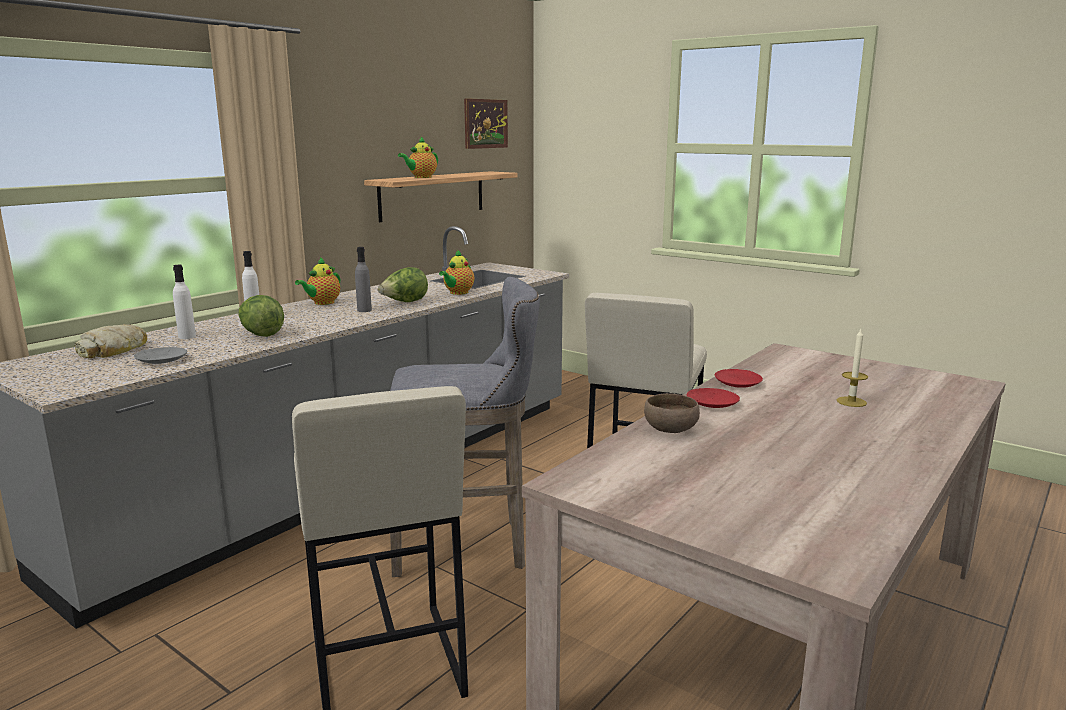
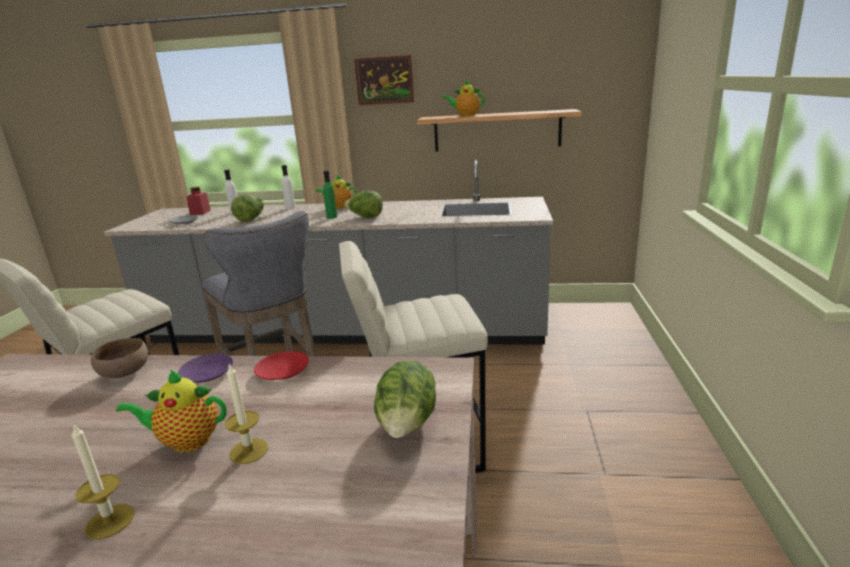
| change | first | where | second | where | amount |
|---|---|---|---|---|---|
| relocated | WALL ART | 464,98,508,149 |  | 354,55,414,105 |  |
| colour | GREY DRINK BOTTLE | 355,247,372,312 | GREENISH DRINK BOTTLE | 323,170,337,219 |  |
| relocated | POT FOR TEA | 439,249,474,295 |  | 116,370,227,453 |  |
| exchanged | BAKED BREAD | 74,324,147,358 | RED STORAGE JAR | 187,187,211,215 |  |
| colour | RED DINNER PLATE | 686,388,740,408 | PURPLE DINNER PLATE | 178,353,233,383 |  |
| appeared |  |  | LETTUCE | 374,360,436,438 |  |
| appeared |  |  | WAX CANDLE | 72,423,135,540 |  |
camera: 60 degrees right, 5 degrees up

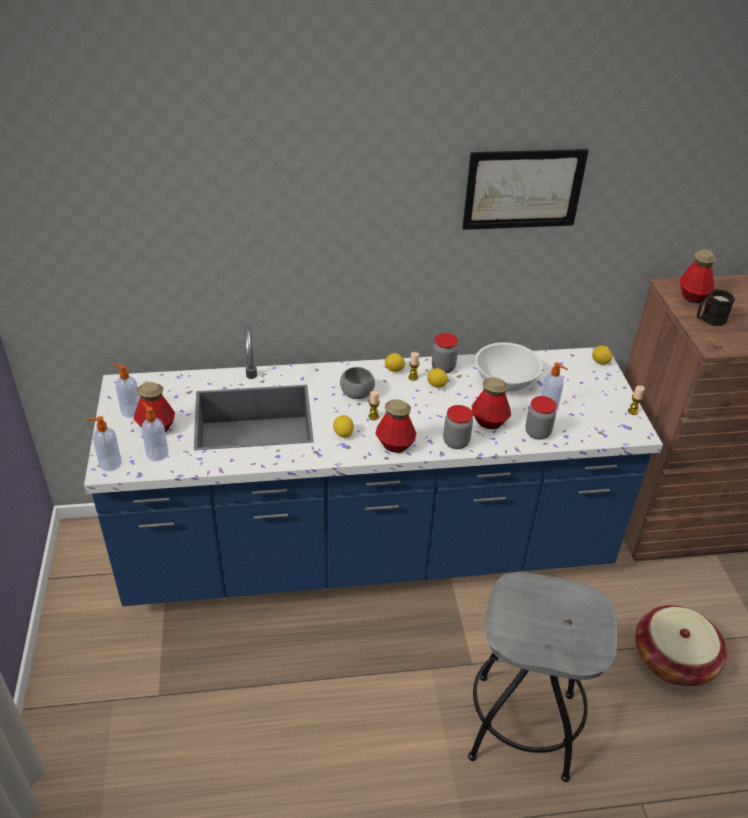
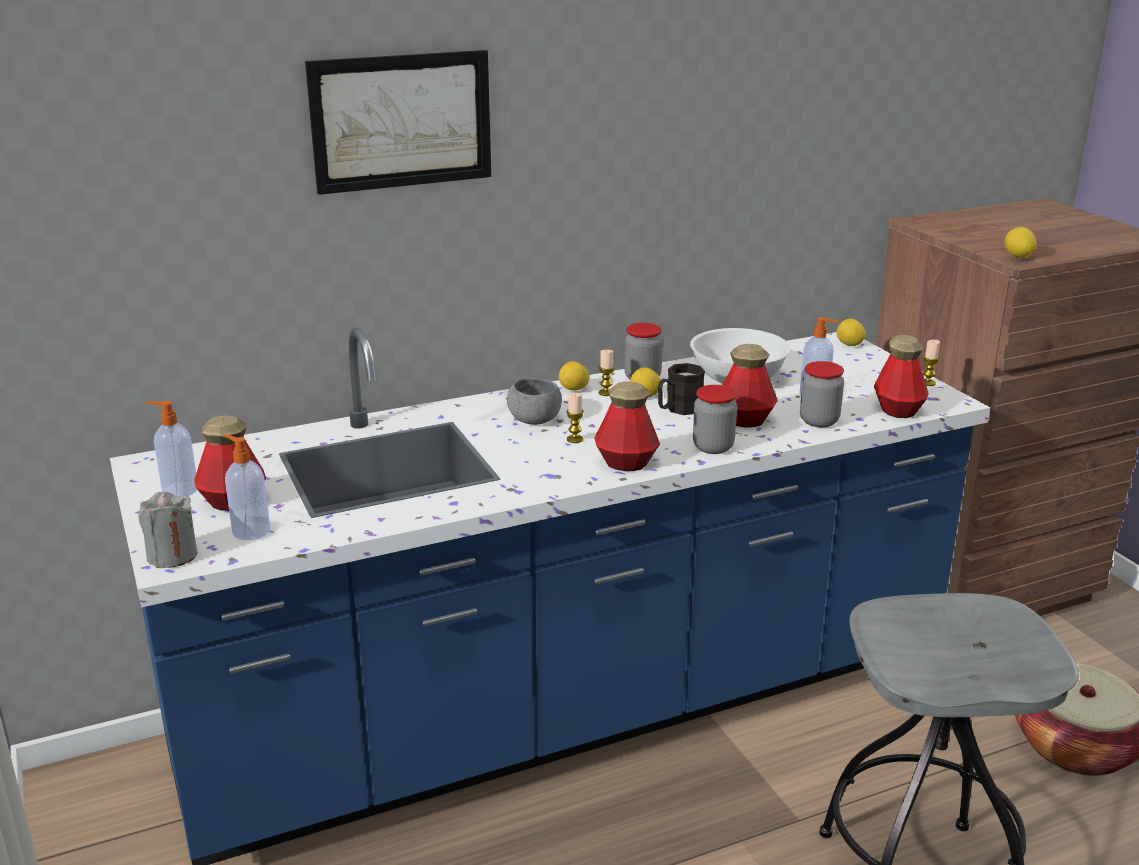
| change | first | where | second | where | amount |
|---|---|---|---|---|---|
| relocated | WALL ART | 463,149,589,230 |  | 305,50,491,195 |  |
| relocated | DRINK BOTTLE | 680,249,716,303 |  | 874,335,929,418 |  |
| relocated | BLACK TEA MUG | 697,289,735,326 |  | 658,363,705,415 |  |
| relocated | CITRUS FRUIT | 333,415,354,438 |  | 1004,227,1037,258 |  |
| exchanged | SOAP BOTTLE | 86,416,122,471 | GREY WAX CANDLE | 139,492,197,568 |  |
camera: 15 degrees left, 15 degrees down

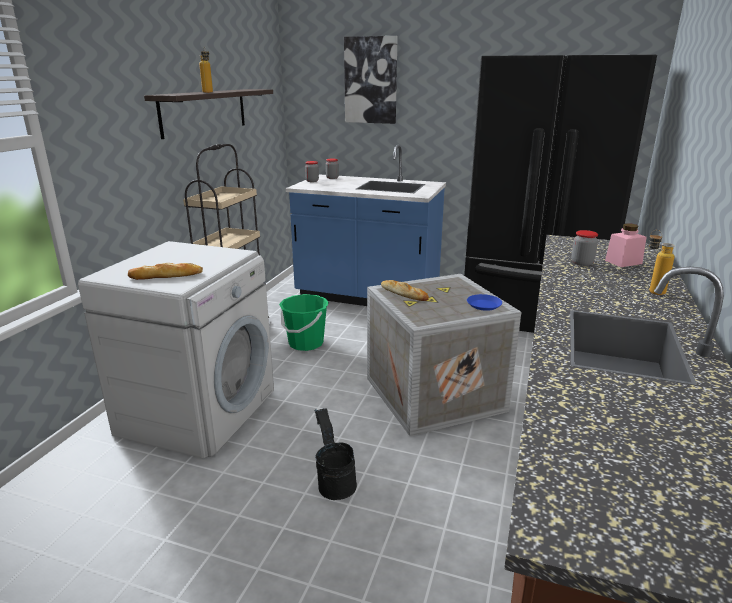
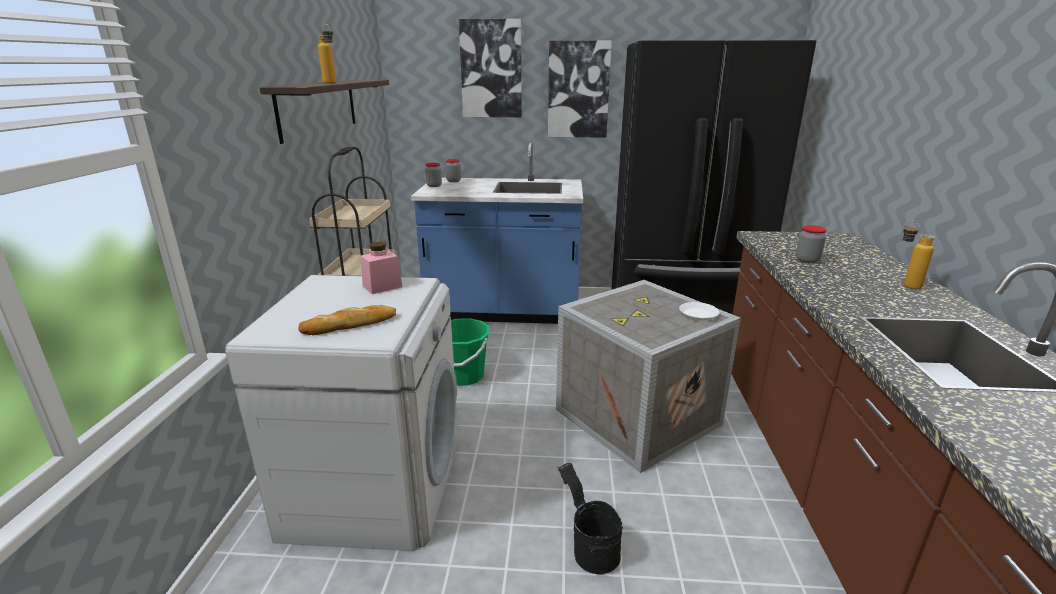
| change | first | where | second | where | amount |
|---|---|---|---|---|---|
| relocated | PINK-COLOURED STORAGE JAR | 605,223,646,267 |  | 360,242,402,294 |  |
| missing | BAKED BREAD | 381,280,429,301 |  |  |  |
| colour | BLUISH DINNER PLATE | 467,294,502,311 | WHITISH DINNER PLATE | 679,302,719,321 |  |
| appeared |  |  | WALL ART | 548,41,612,138 |  |
camera: 15 degrees left, 0 degrees up

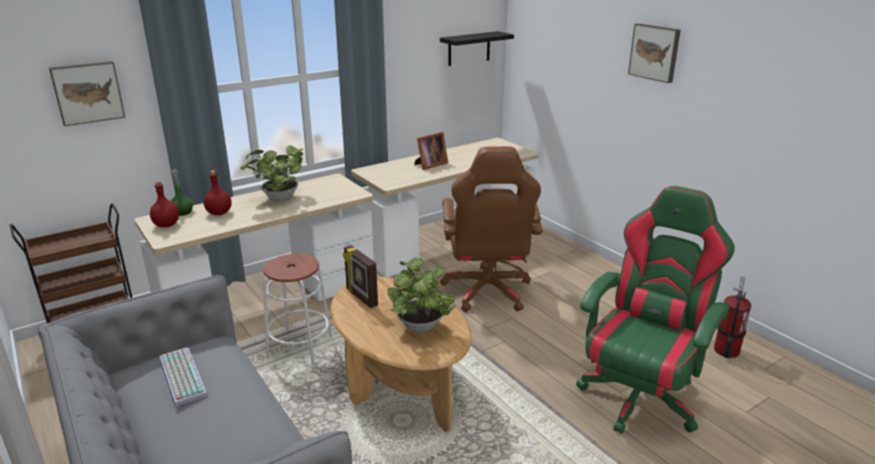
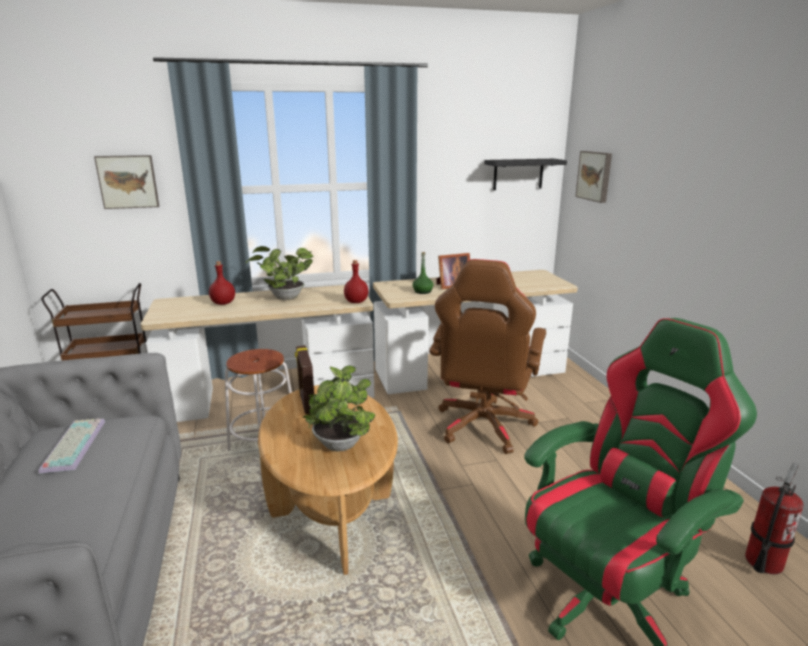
| change | first | where | second | where | amount |
|---|---|---|---|---|---|
| relocated | WALL ART | 628,23,681,83 |  | 575,151,612,203 |  |
| relocated | GREENISH DRINK BOTTLE | 170,169,193,216 |  | 412,252,434,294 |  |
| relocated | RED DRINK BOTTLE | 150,181,179,227 |  | 344,260,368,303 |  |
camera: 20 degrees right, 5 degrees down

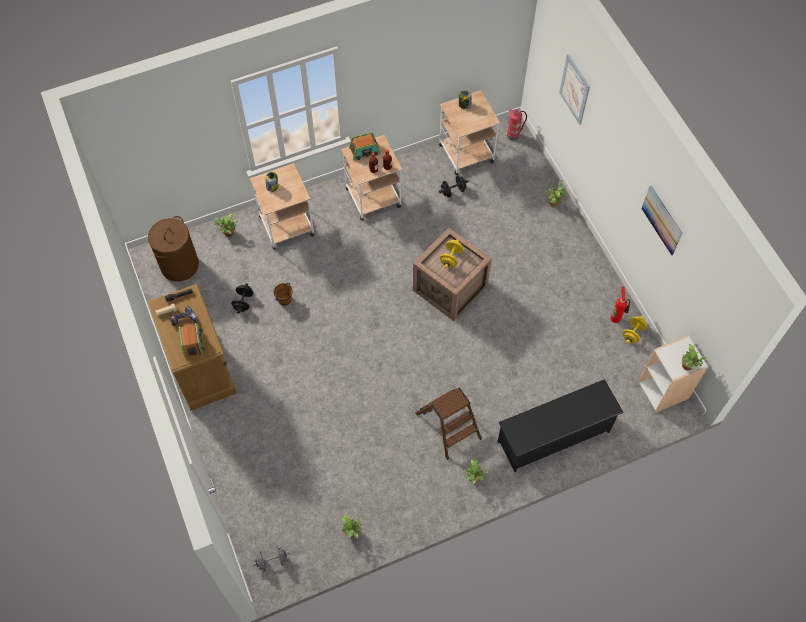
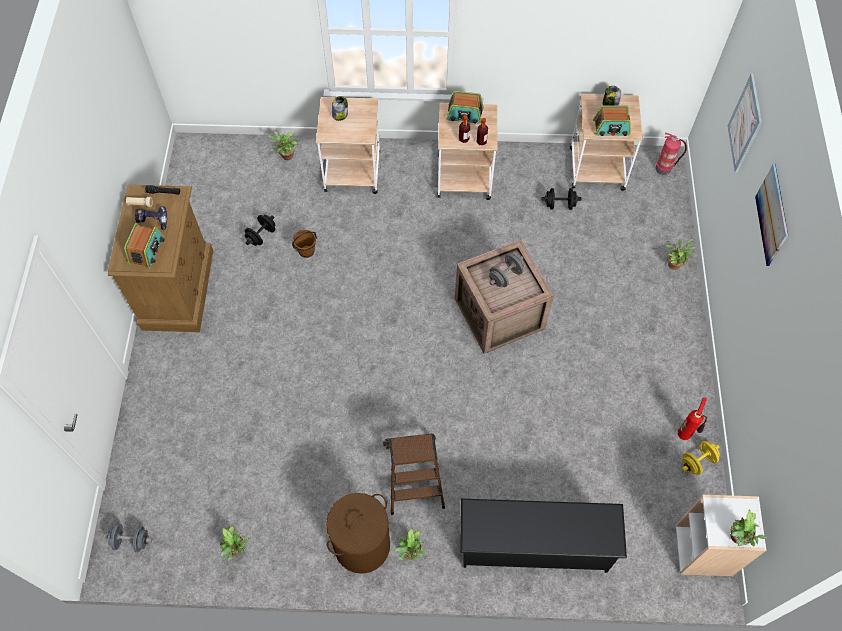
| change | first | where | second | where | amount |
|---|---|---|---|---|---|
| relocated | WALL ART | 641,186,682,256 |  | 755,164,788,266 |  |
| relocated | BROWN HAMPER | 148,216,199,282 |  | 326,493,390,574 |  |
| colour | YELLOW-COLOURED HAND WEIGHT | 440,239,464,268 | GREY HAND WEIGHT | 489,254,524,287 |  |
| appeared |  |  | RADIO | 593,105,631,136 |  |
camera: 25 degrees right, 0 degrees up

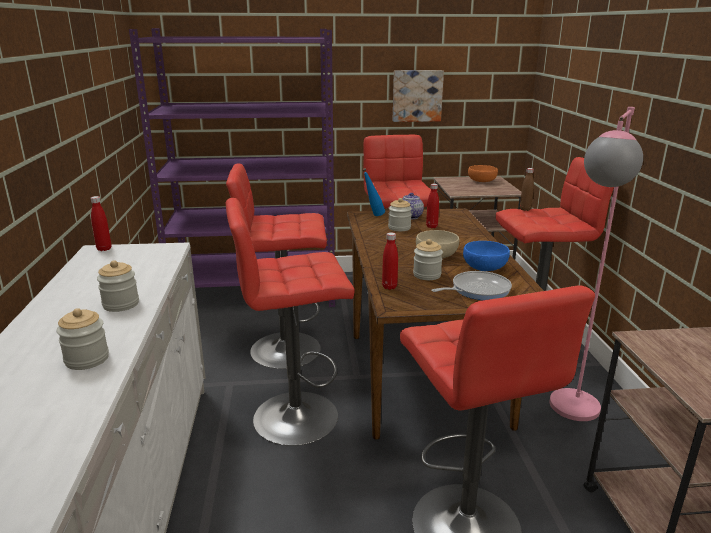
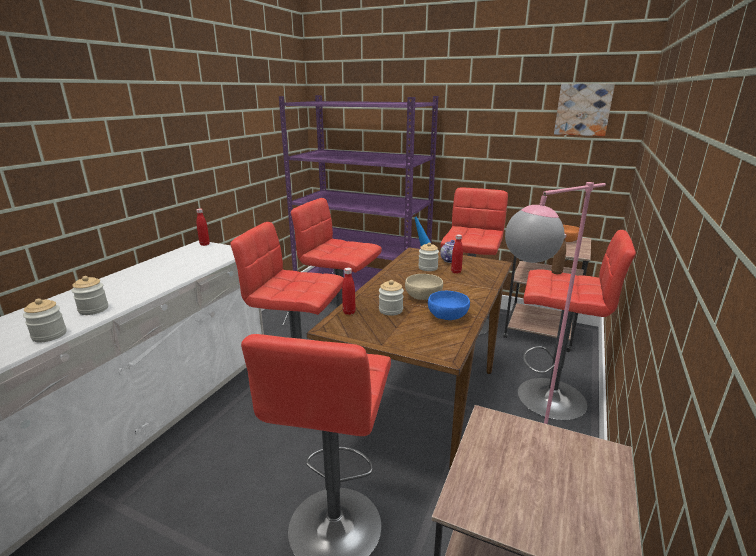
| change | first | where | second | where | amount |
|---|---|---|---|---|---|
| relocated | WALL ART | 393,70,444,122 |  | 554,84,615,136 |  |
| relocated | STORAGE JAR | 97,260,139,312 |  | 23,298,67,342 |  |
| missing | SKILLET | 431,271,512,300 |  |  |  |
camera: 30 degrees right, 0 degrees up

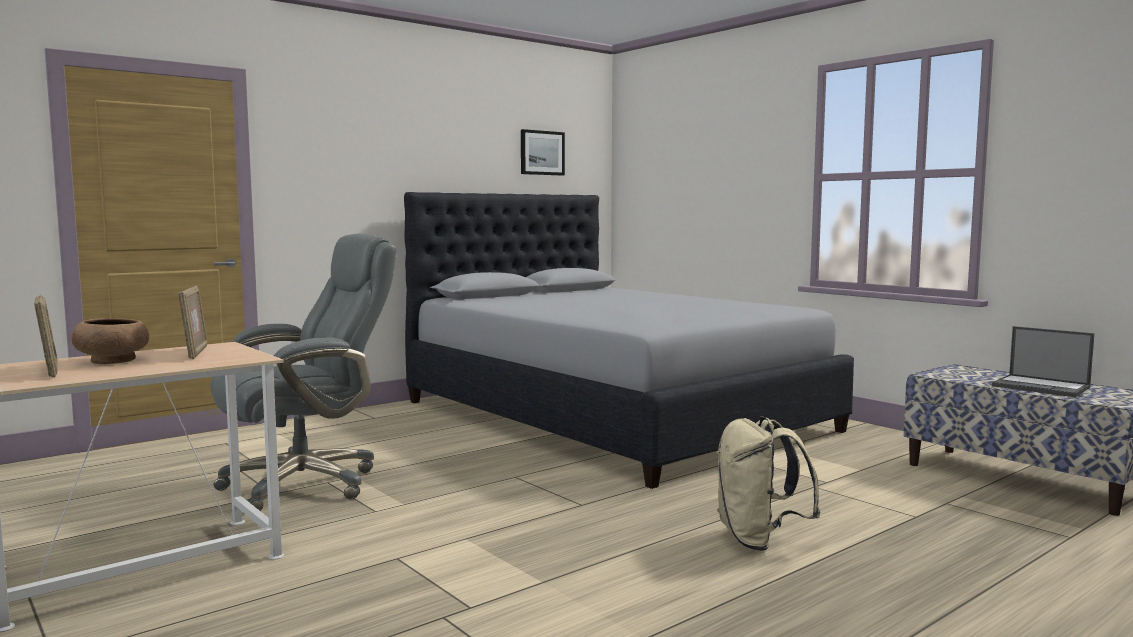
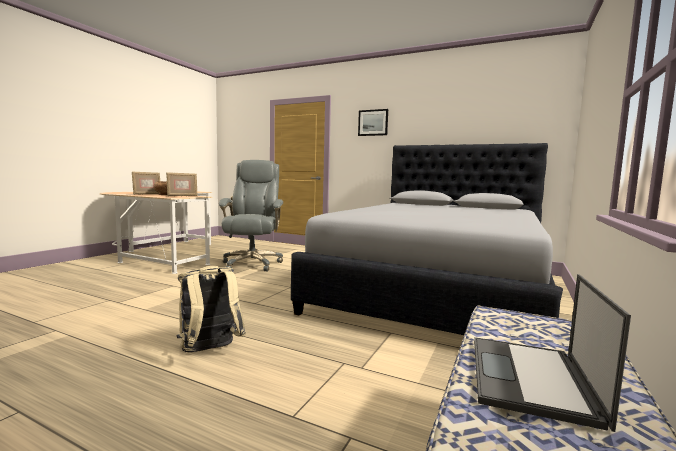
| change | first | where | second | where | amount |
|---|---|---|---|---|---|
| relocated | WALL ART | 521,129,565,176 |  | 358,109,388,136 |  |
| spun | GREY OFFICE CHAIR | 210,233,396,511 |  | 219,160,283,272 | 120 degrees counterclockwise |
camera: 65 degrees right, 0 degrees up

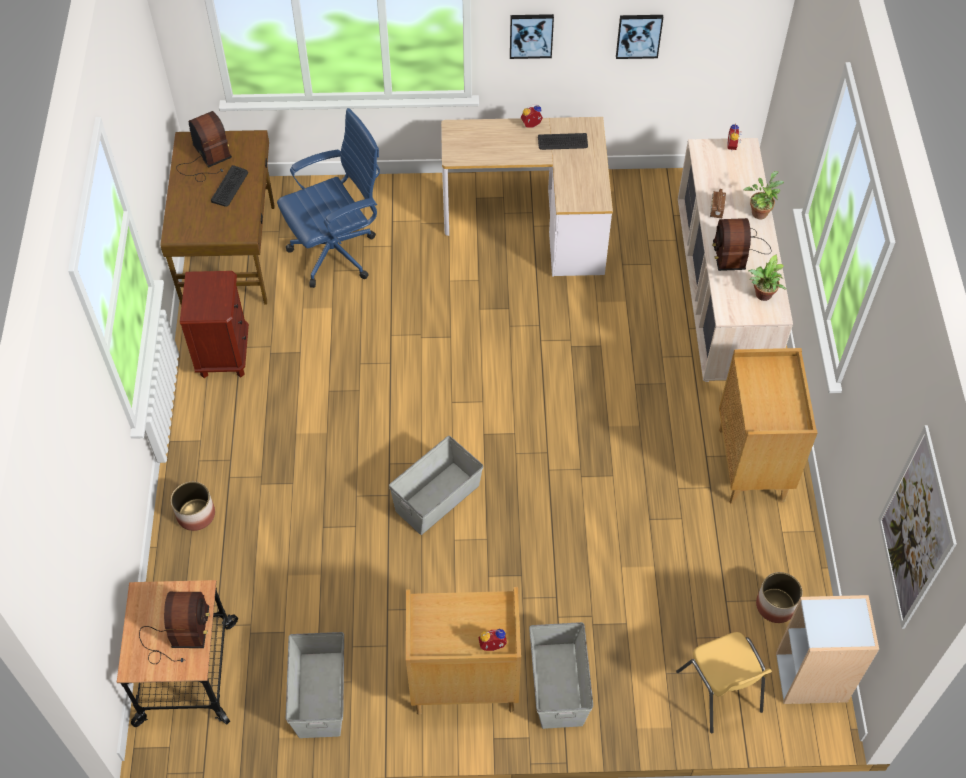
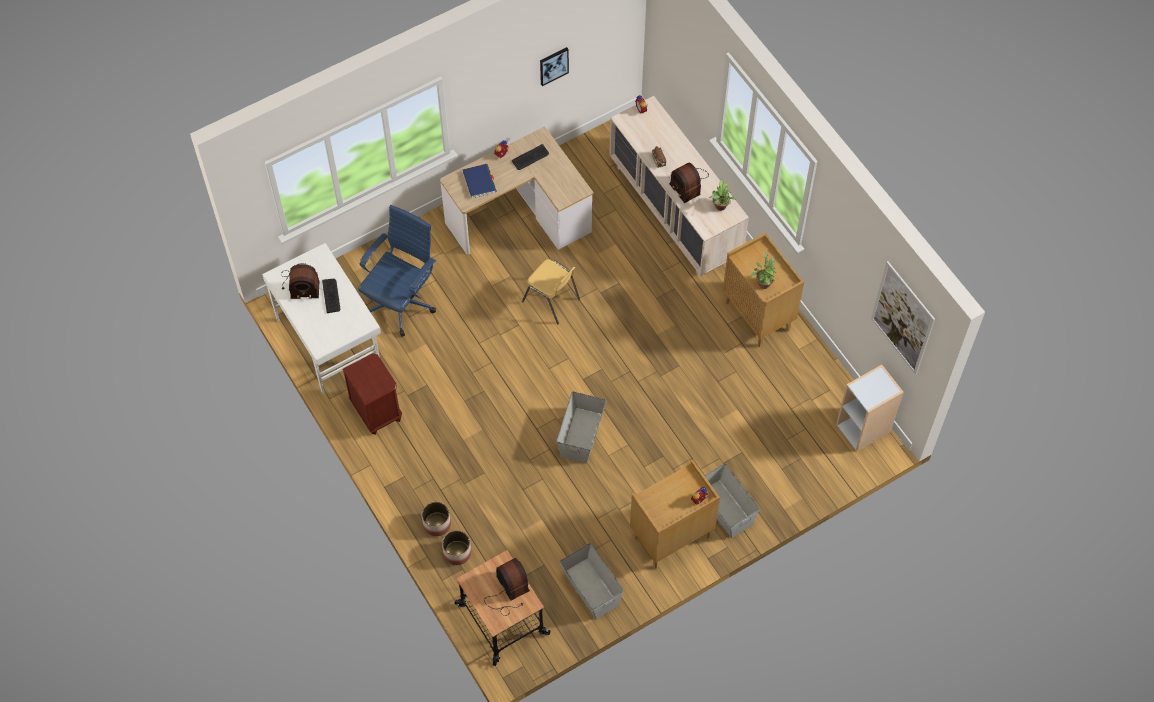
| change | first | where | second | where | amount |
|---|---|---|---|---|---|
| missing | WALL ART | 510,14,554,59 |  |  |  |
| spun | RADIO | 176,111,232,182 |  | 281,263,319,299 | 150 degrees clockwise |
| colour | BROWN DESK UNIT | 160,130,275,306 | WHITISH DESK UNIT | 262,243,381,393 |  |
| relocated | PLANT IN A POT | 744,171,784,219 |  | 751,253,776,289 |  |
| relocated | PLANT POT | 756,572,802,623 |  | 442,530,471,565 |  |
| relocated | YELLOW-COLOURED PLAIN CHAIR | 676,632,772,734 |  | 522,259,580,324 |  |
| appeared |  |  | BLUISH VOLUME | 462,164,497,199 |  |
camera: 30 degrees left, 5 degrees up

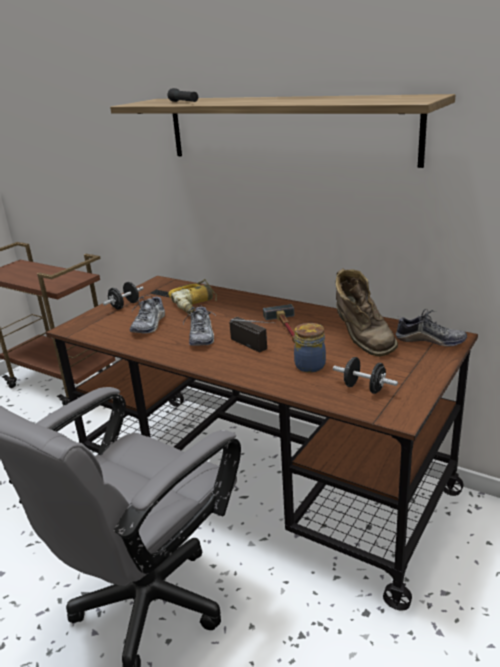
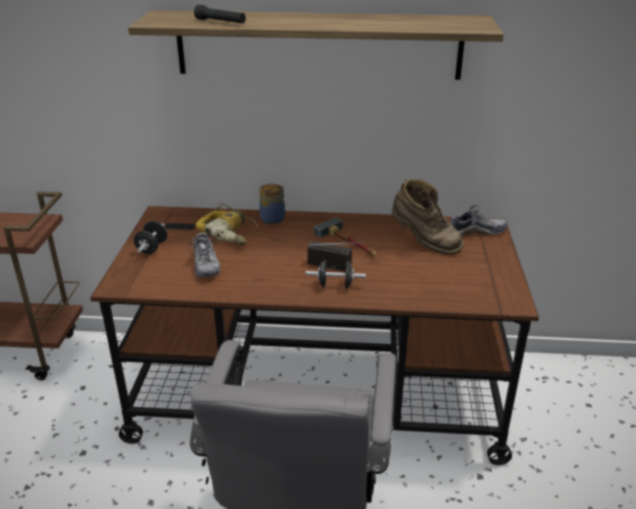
| change | first | where | second | where | amount |
|---|---|---|---|---|---|
| missing | SHOE | 183,304,216,346 |  |  |  |
| relocated | STORAGE JAR | 294,323,326,373 |  | 259,184,285,224 |  |
| relocated | BLACK HAND WEIGHT | 333,357,398,394 |  | 306,260,366,289 |  |
camera: 30 degrees left, 5 degrees up

